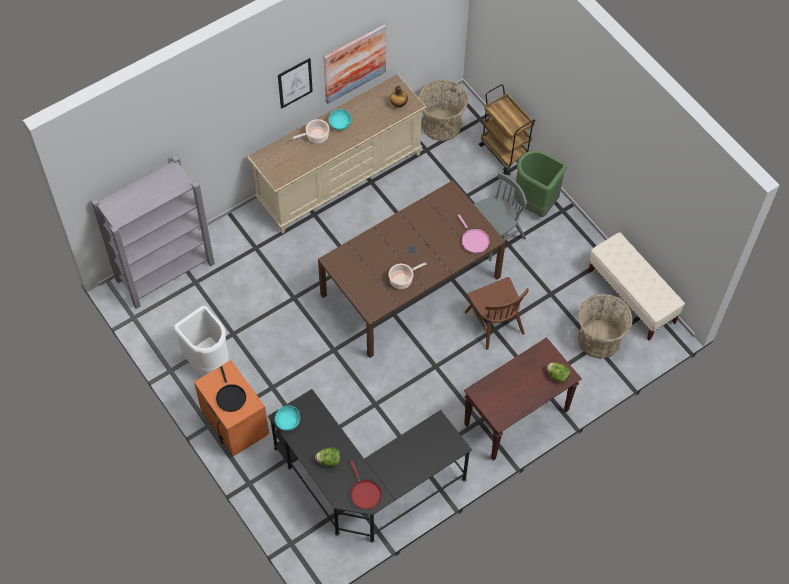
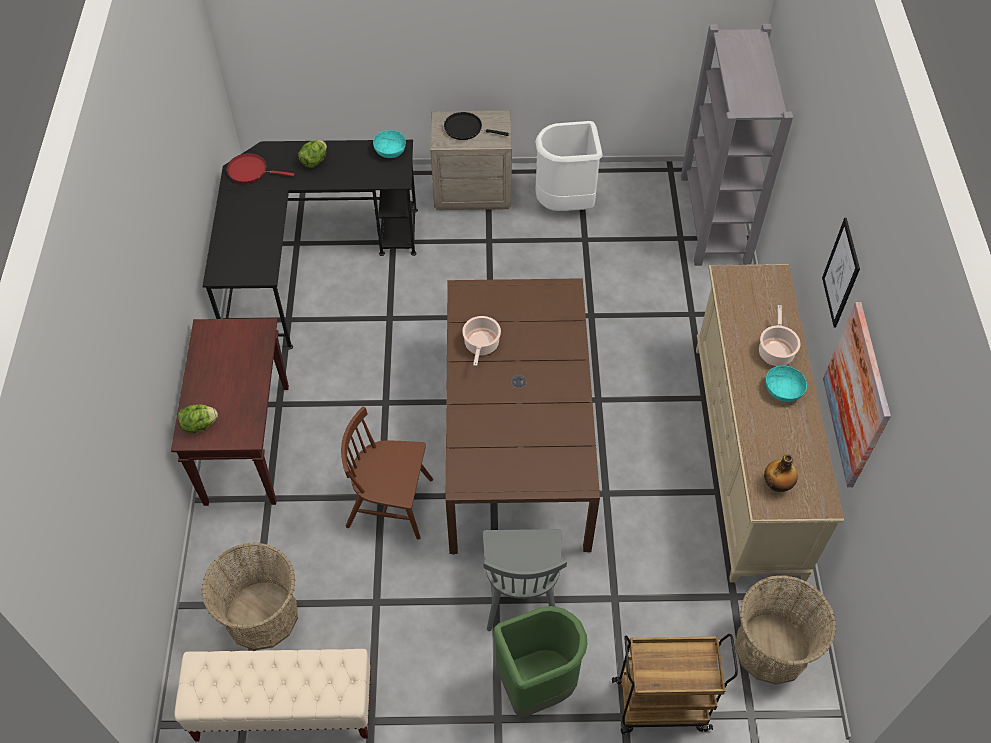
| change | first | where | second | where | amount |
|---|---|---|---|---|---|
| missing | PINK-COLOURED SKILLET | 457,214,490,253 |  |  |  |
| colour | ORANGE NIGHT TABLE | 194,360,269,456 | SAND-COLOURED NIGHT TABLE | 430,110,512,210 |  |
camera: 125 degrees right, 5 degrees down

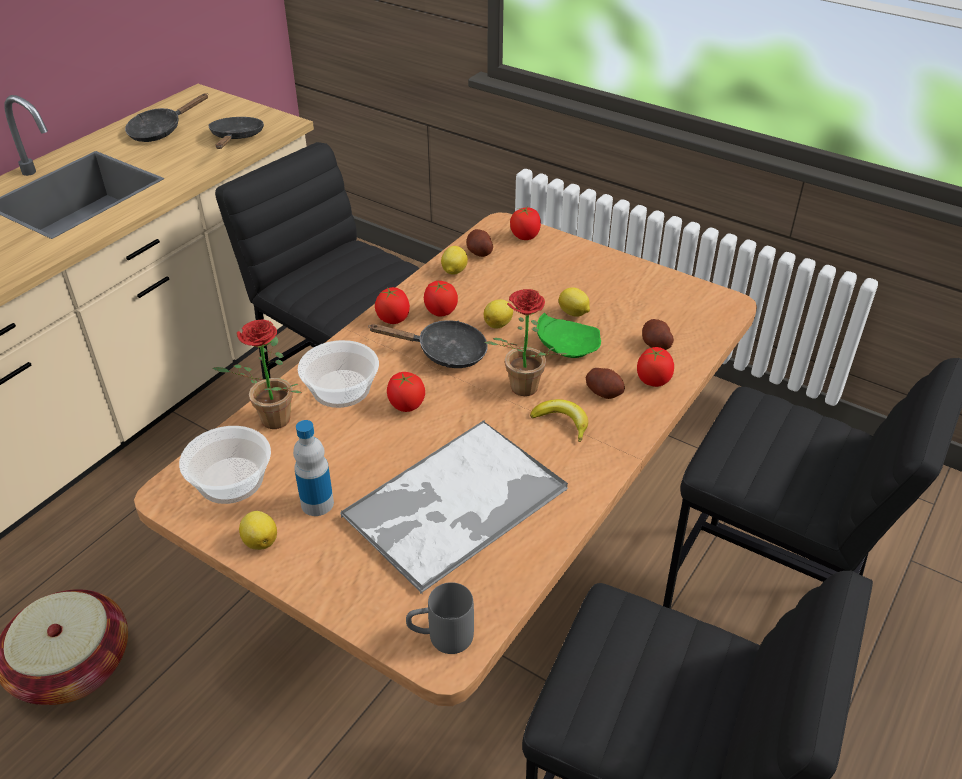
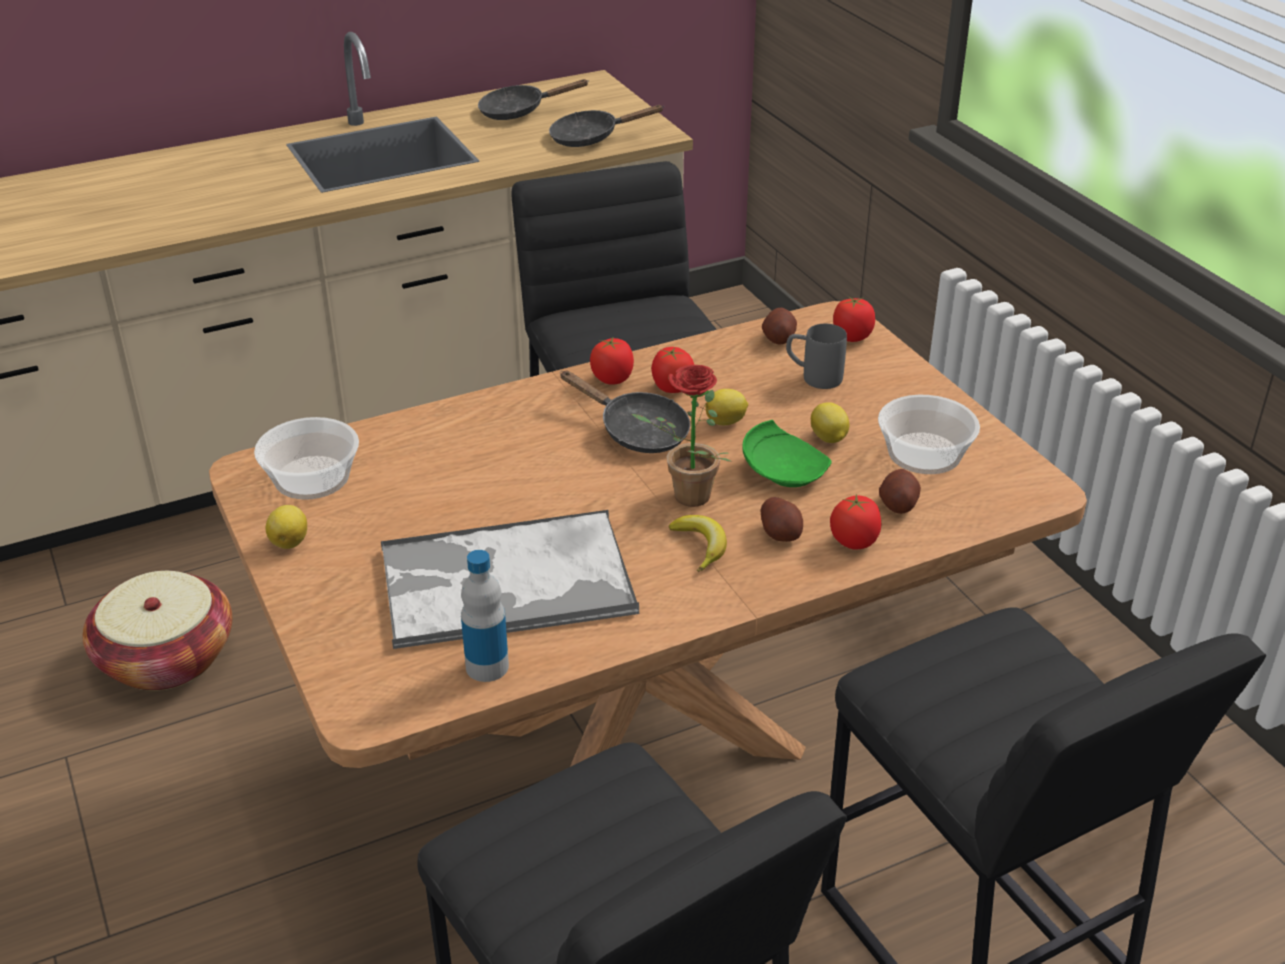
| change | first | where | second | where | amount |
|---|---|---|---|---|---|
| spun | BLACK SKILLET | 209,117,264,149 |  | 549,105,664,147 | 135 degrees counterclockwise |
| missing | CITRUS FRUIT | 441,246,468,274 |  |  |  |
| missing | PLANT IN A POT | 212,319,302,429 |  |  |  |
| relocated | BOWL | 298,340,379,408 |  | 878,395,980,474 |  |
| missing | TOMATO | 387,372,425,412 |  |  |  |
| relocated | DRINK BOTTLE | 293,420,334,516 |  | 461,550,509,682 |  |
| relocated | GREY TEA MUG | 406,582,474,654 |  | 786,324,847,389 |  |
camera: 30 degrees right, 5 degrees down

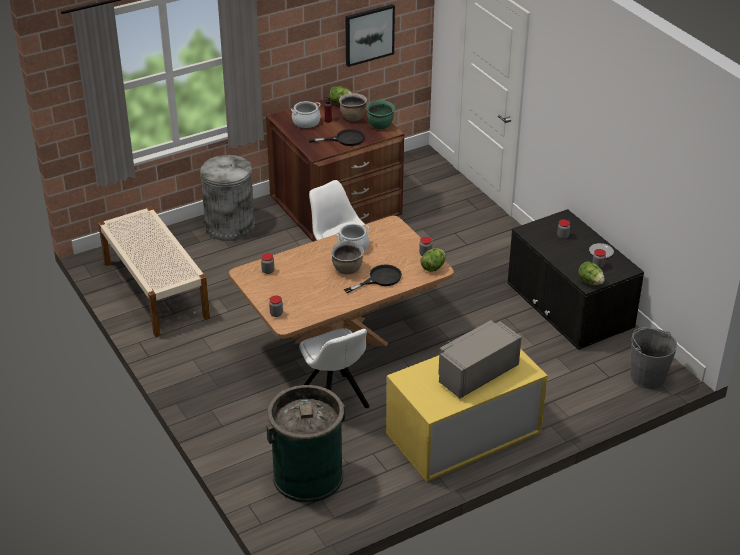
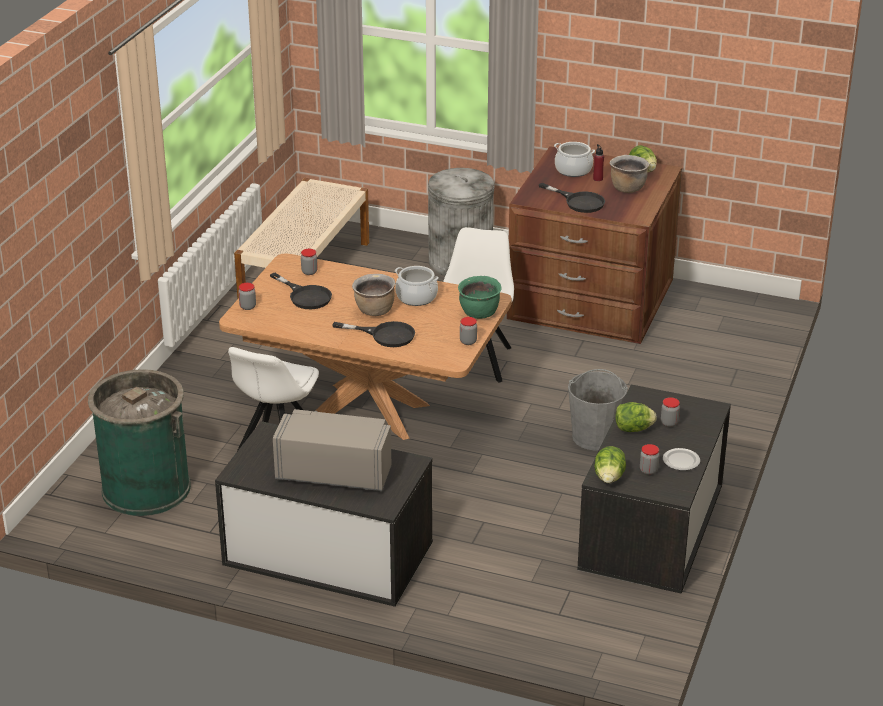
| change | first | where | second | where | amount |
|---|---|---|---|---|---|
| missing | WALL ART | 345,4,395,67 |  |  |  |
| relocated | GREENISH COOKING POT | 366,100,395,129 |  | 458,276,501,319 |  |
| relocated | LETTUCE | 420,248,445,272 |  | 615,402,657,432 |  |
| relocated | GREY PAIL | 630,327,677,389 |  | 568,369,628,451 |  |
| colour | YELLOW-COLOURED CUPBOARD | 386,349,548,482 | BLACK CUPBOARD | 215,421,433,607 |  |
| appeared |  |  | BLACK SKILLET | 270,273,332,309 |  |
camera: 50 degrees right, 5 degrees down

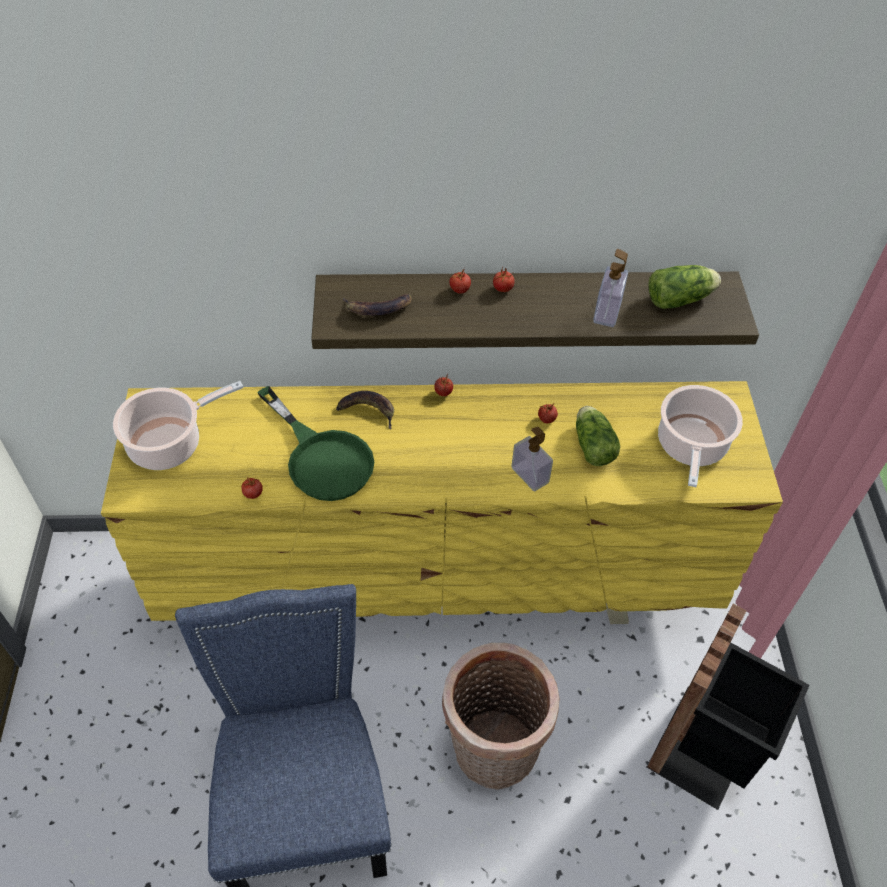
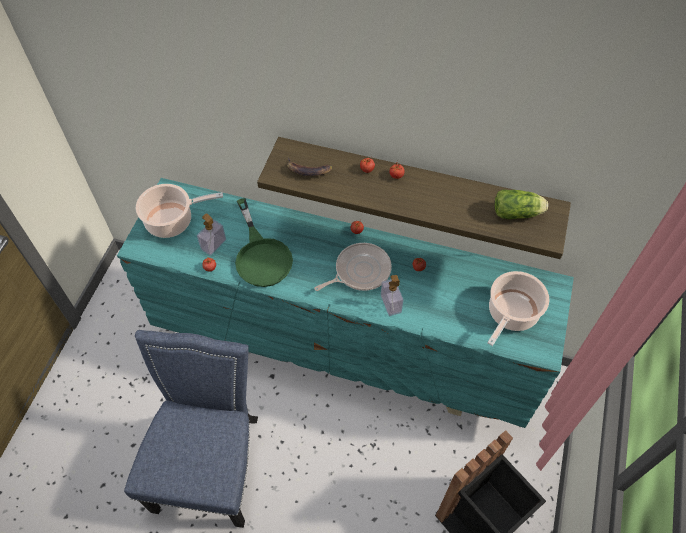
| change | first | where | second | where | amount |
|---|---|---|---|---|---|
| relocated | SOAP BOTTLE | 593,249,628,327 |  | 197,213,226,256 |  |
| colour | YELLOW-COLOURED CUPBOARD | 101,381,783,624 | TURQUOISE CUPBOARD | 117,178,574,428 |  |
| missing | WHOLE BANANA | 336,391,394,430 |  |  |  |
| missing | LETTUCE | 576,406,620,466 |  |  |  |
| missing | STORAGE BASKET | 442,643,559,790 |  |  |  |
| appeared |  |  | SKILLET | 314,243,392,291 |  |
camera: 20 degrees right, 5 degrees up

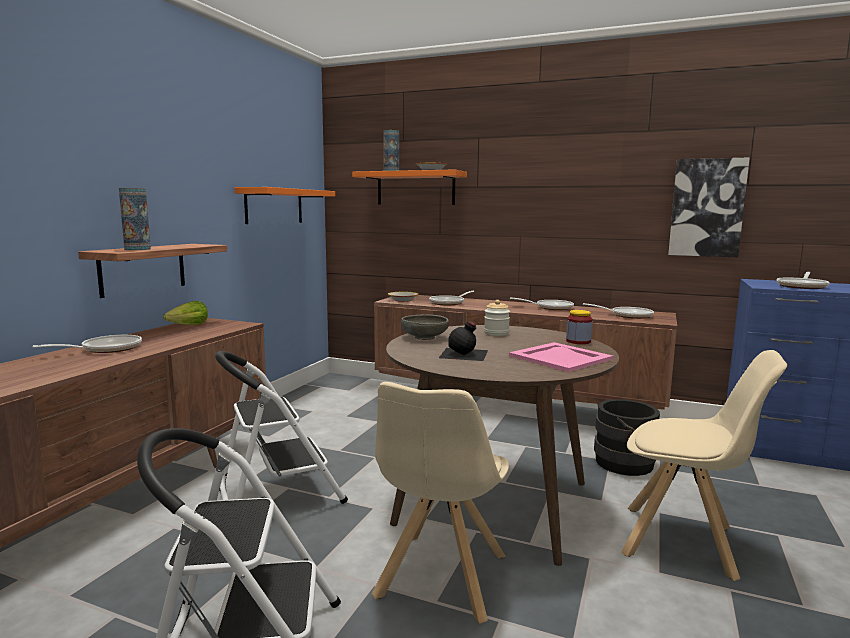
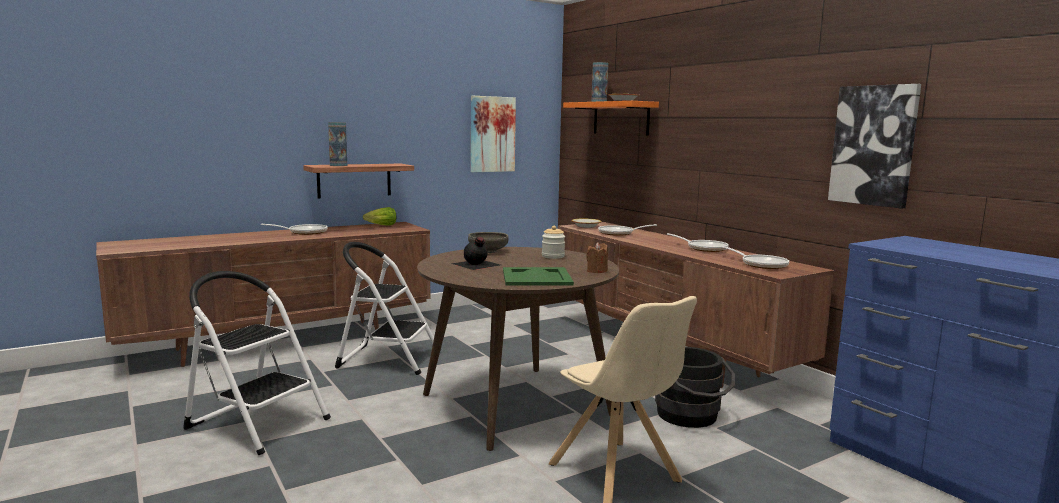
| change | first | where | second | where | amount |
|---|---|---|---|---|---|
| exchanged | ORANGE BRACKET SHELF | 234,187,335,224 | WALL ART | 471,96,516,172 |  |
| missing | SKILLET | 777,272,830,289 |  |  |  |
| exchanged | STORAGE JAR | 566,310,592,344 | BROWN WAX CANDLE | 586,242,608,273 |  |
| colour | PINK-COLOURED CARRYING TRAY | 509,342,613,372 | GREENISH CARRYING TRAY | 503,267,574,285 |  |
| missing | SAND-COLOURED PLAIN CHAIR | 372,382,509,624 |  |  |  |
camera: 35 degrees right, 0 degrees up

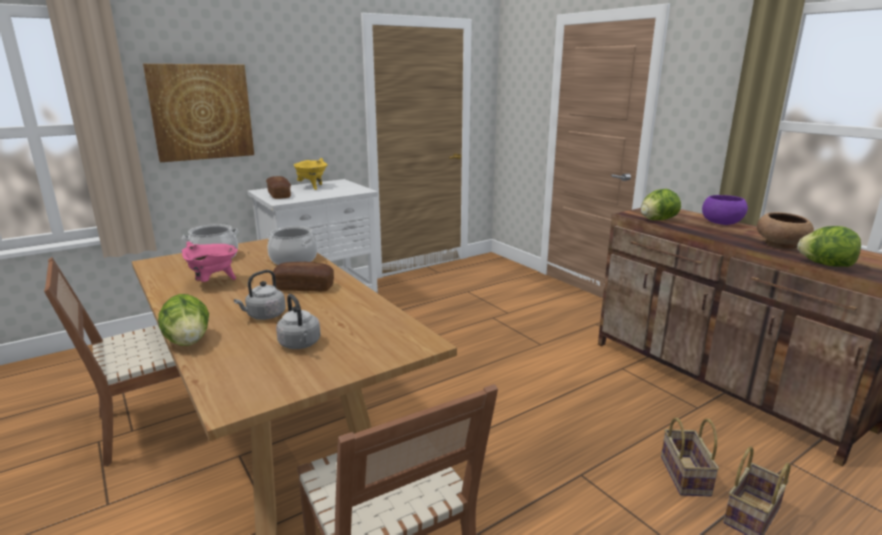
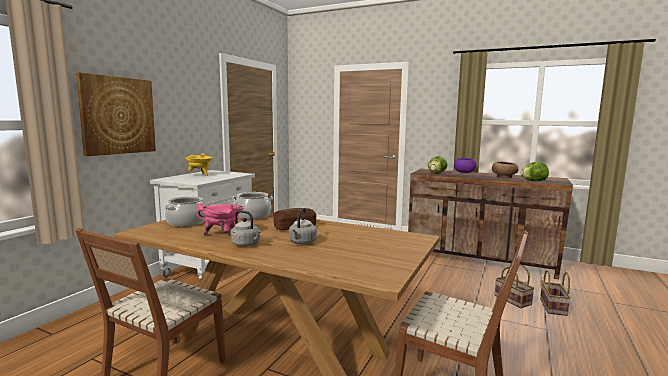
| change | first | where | second | where | amount |
|---|---|---|---|---|---|
| missing | BAKED BREAD | 266,176,291,199 |  |  |  |
| missing | LETTUCE | 158,294,209,346 |  |  |  |
| relocated | GREY WATER KETTLE | 276,294,321,349 |  | 230,210,262,247 |  |
camera: 30 degrees left, 10 degrees down

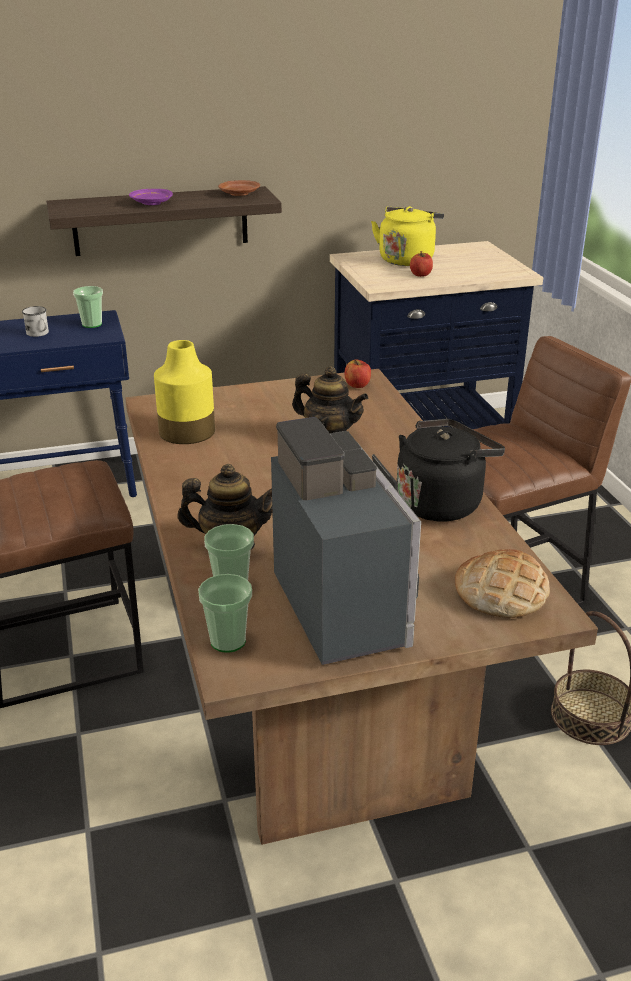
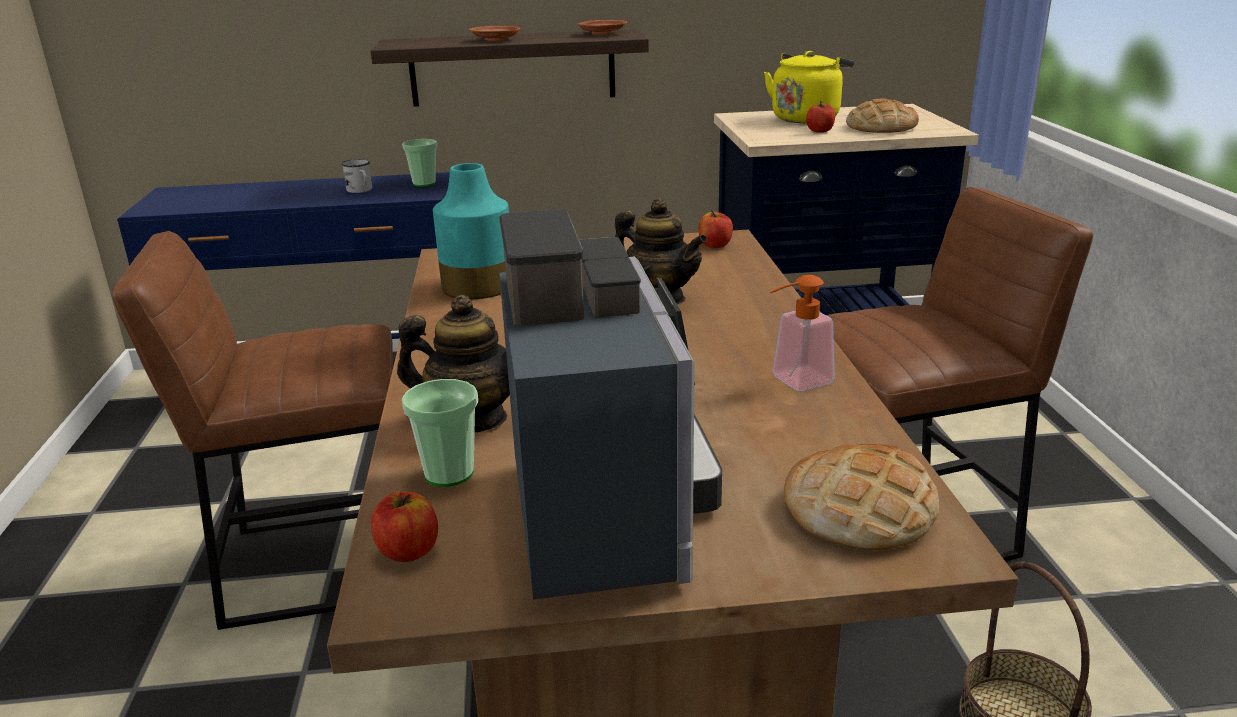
| change | first | where | second | where | amount |
|---|---|---|---|---|---|
| colour | PURPLE DINNER PLATE | 129,189,173,205 | BROWN DINNER PLATE | 469,25,521,41 |  |
| colour | YELLOW-COLOURED FLOWER VASE | 154,340,215,444 | TURQUOISE FLOWER VASE | 433,163,509,299 |  |
| exchanged | BLACK WATER KETTLE | 397,419,505,521 | SOAP BOTTLE | 770,275,835,391 |  |
| exchanged | CUP | 198,574,252,653 | WHOLE APPLE | 371,491,438,562 |  |
| appeared |  |  | BAKED BREAD | 846,98,919,133 |  |
camera: 10 degrees right, 5 degrees down

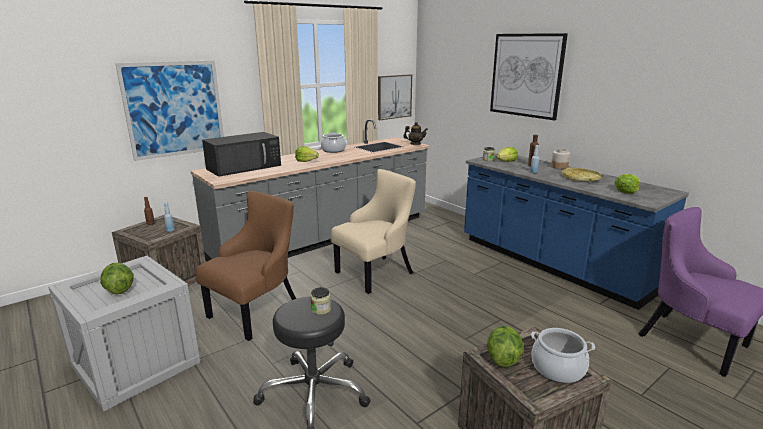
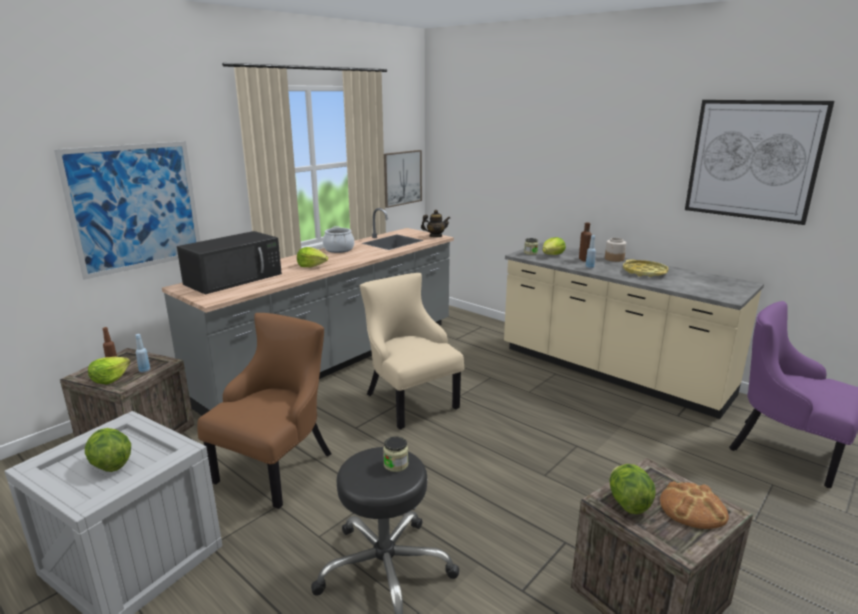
| change | first | where | second | where | amount |
|---|---|---|---|---|---|
| relocated | WALL ART | 490,33,568,121 |  | 685,100,834,225 |  |
| colour | BLUISH KITCHEN BASE UNIT | 464,153,689,310 | SAND-COLOURED KITCHEN BASE UNIT | 504,242,764,419 |  |
| spun | SAND-COLOURED PLAIN CHAIR | 330,169,416,294 |  | 360,273,465,429 | 75 degrees counterclockwise |
| relocated | LETTUCE | 614,174,639,194 |  | 88,357,131,384 |  |
| exchanged | COOKING POT | 531,328,595,383 | BAKED BREAD | 660,481,729,529 |  |
camera: 10 degrees left, 0 degrees up

